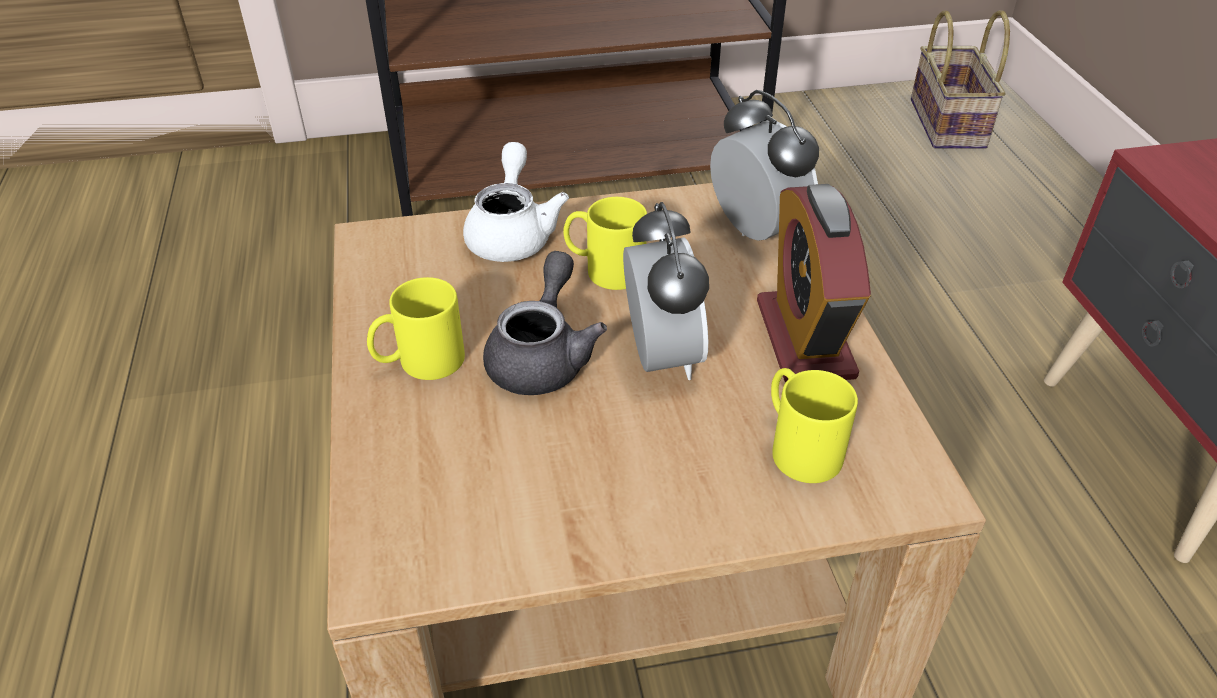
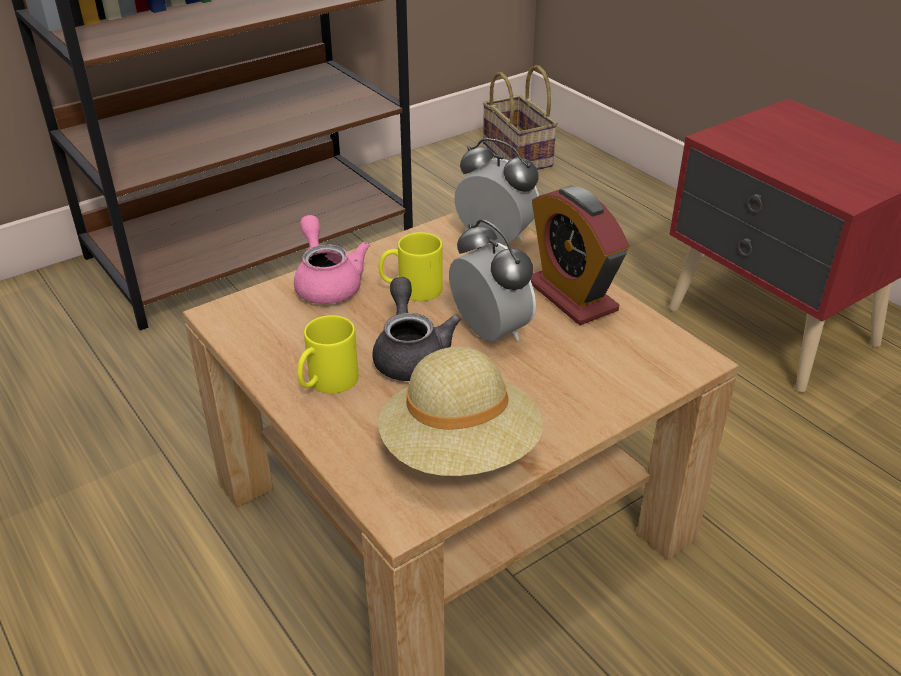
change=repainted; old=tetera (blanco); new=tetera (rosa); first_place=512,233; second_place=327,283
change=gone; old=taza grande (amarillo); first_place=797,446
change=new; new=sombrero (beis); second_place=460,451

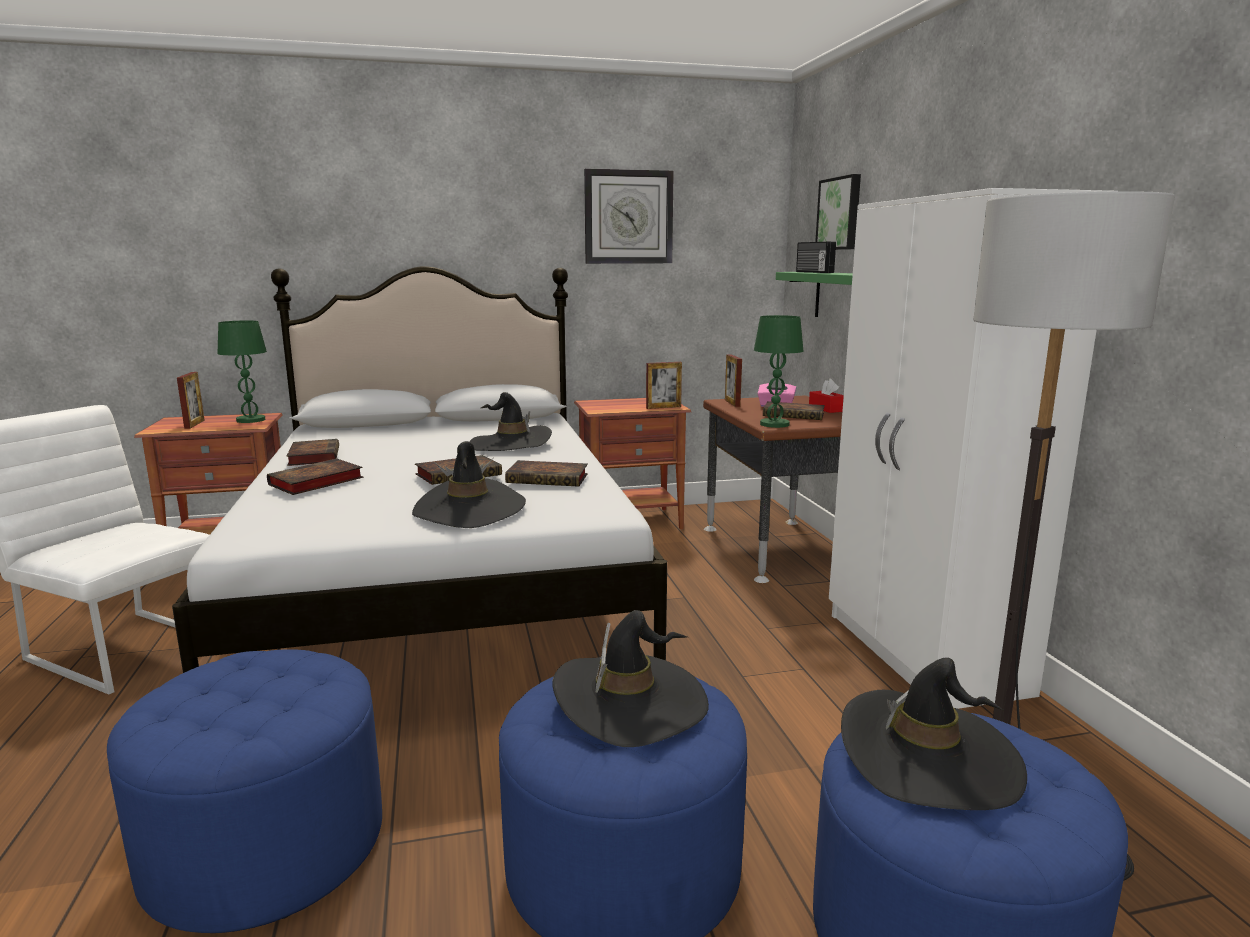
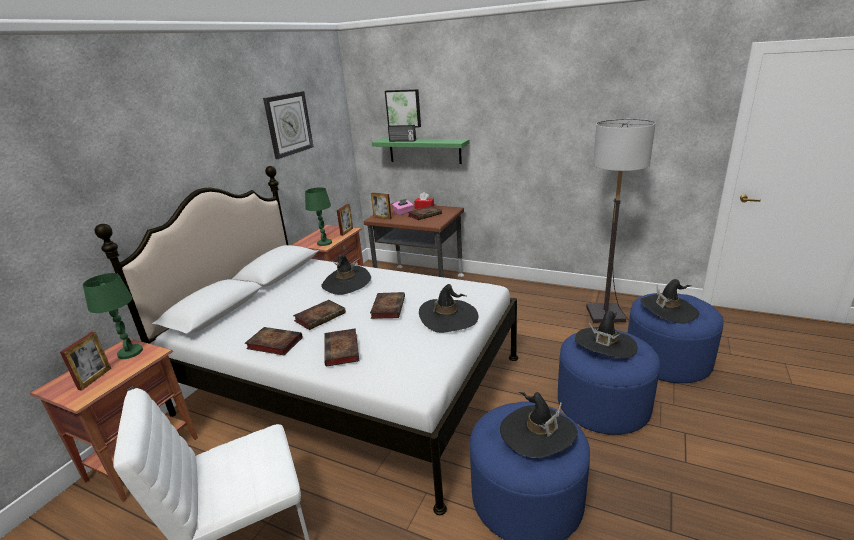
change=rotated; old=portarretratos; first_place=194,424; second_place=95,378; degrees=75
change=shifted; old=libro; first_place=549,479; second_place=321,316
change=shifted; old=lámpara de mesa (verde); first_place=774,424; second_place=324,243
change=gone; old=armario ropero (blanco); first_place=922,654
change=new; new=sombrero (negro); second_place=537,433

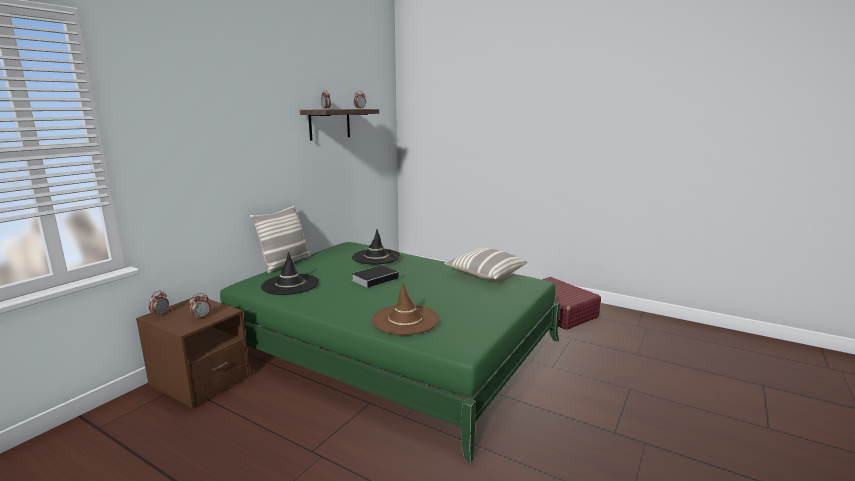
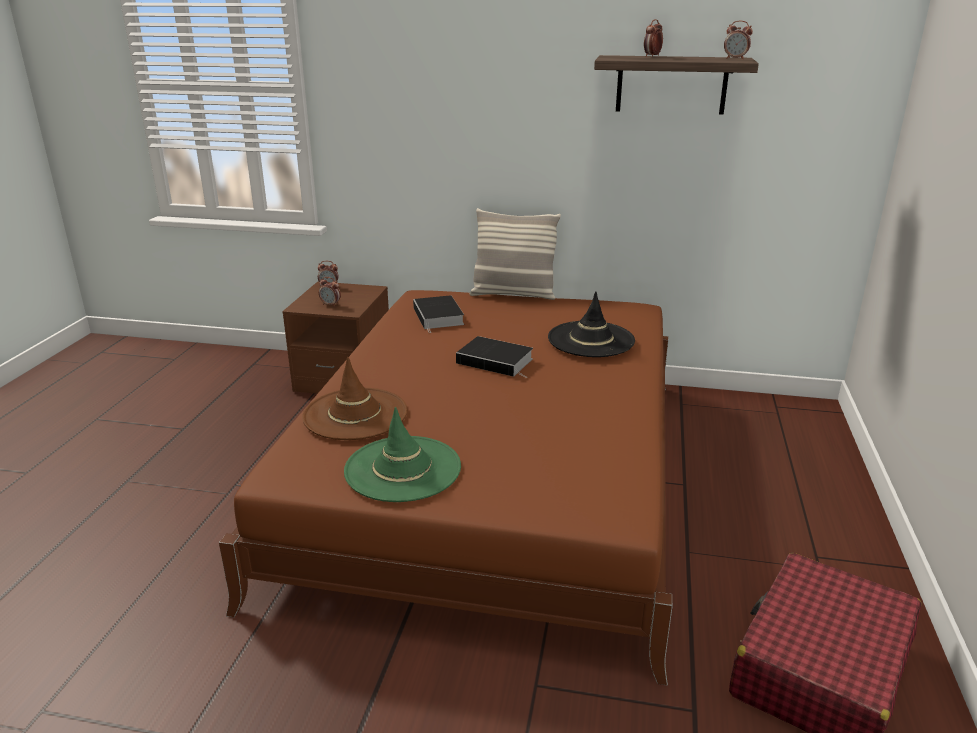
change=repainted; old=cama (verde); new=cama (marrón); first_place=391,347; second_place=494,477
change=swapped; old=sombrero (negro); new=libro; first_place=290,285; second_place=439,317
change=gone; old=cojín; first_place=485,274
change=new; new=sombrero (verde); second_place=403,469

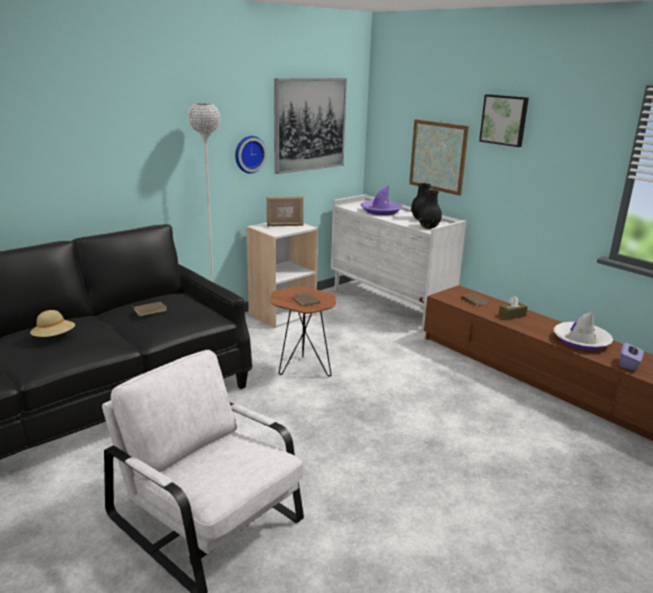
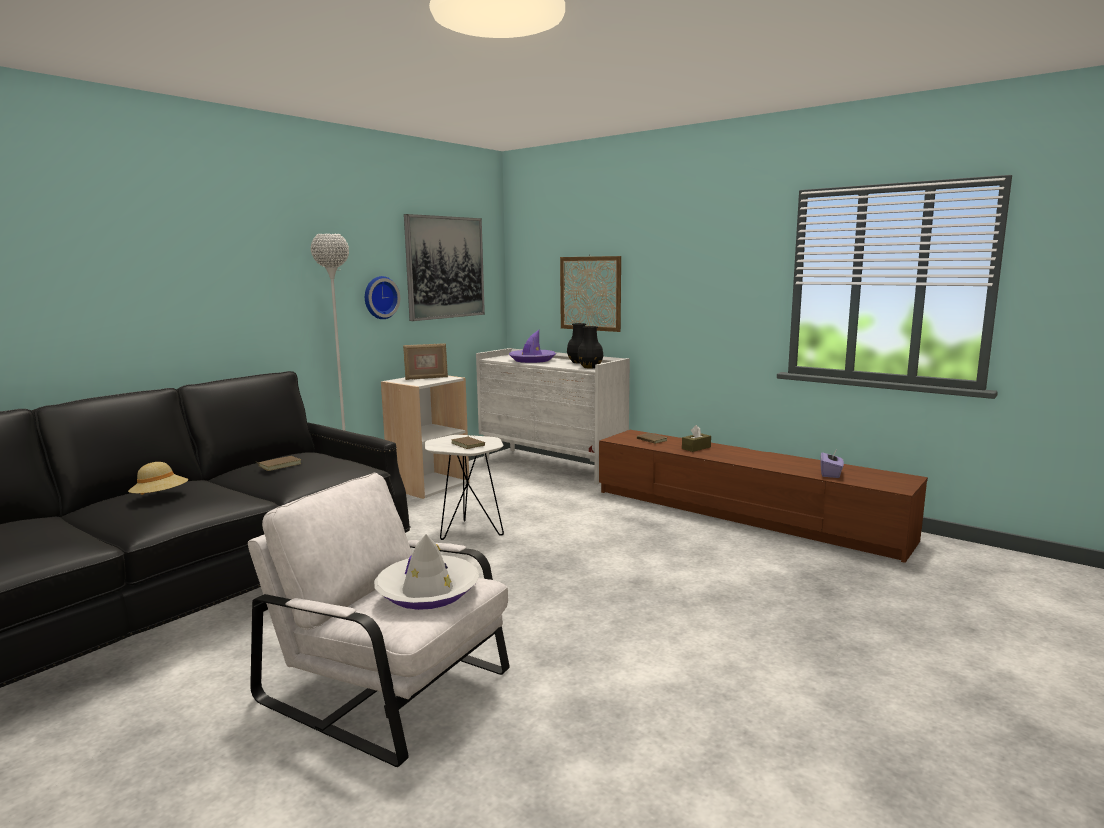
change=repainted; old=mesa auxiliar (marrón); new=mesa auxiliar (blanco); first_place=302,368; second_place=467,531
change=gone; old=cuadro; first_place=504,120
change=shifted; old=sombrero (blanco); first_place=581,341; second_place=427,591

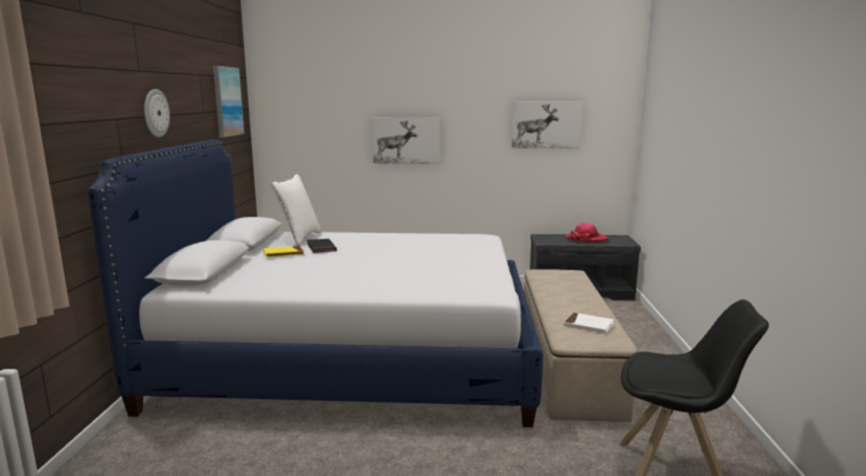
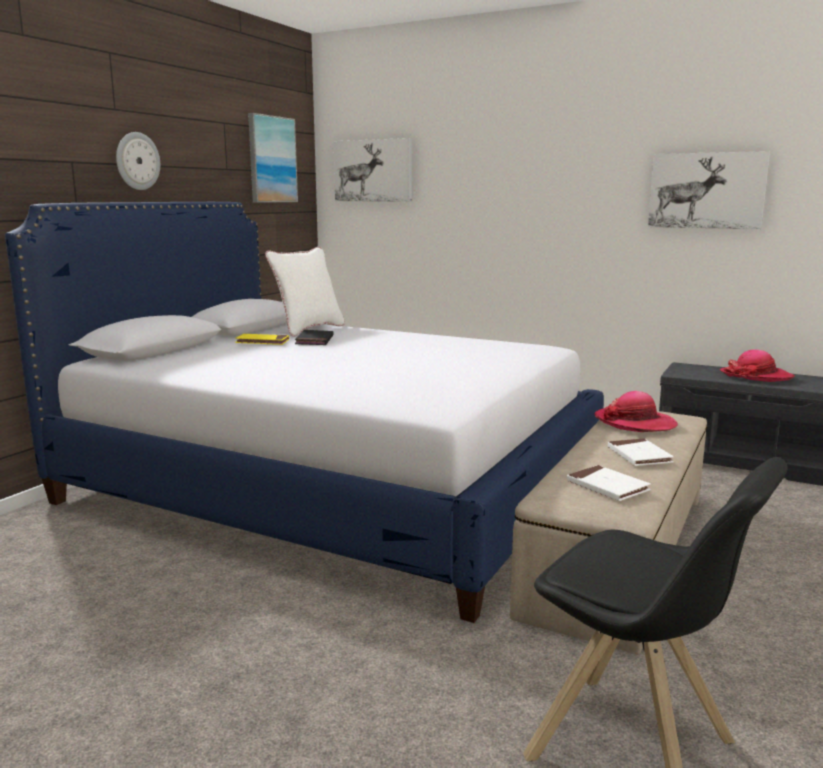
change=shifted; old=cuadro; first_place=406,140; second_place=373,171
change=new; new=sombrero; second_place=635,423
change=new; new=libro (blanco); second_place=639,456

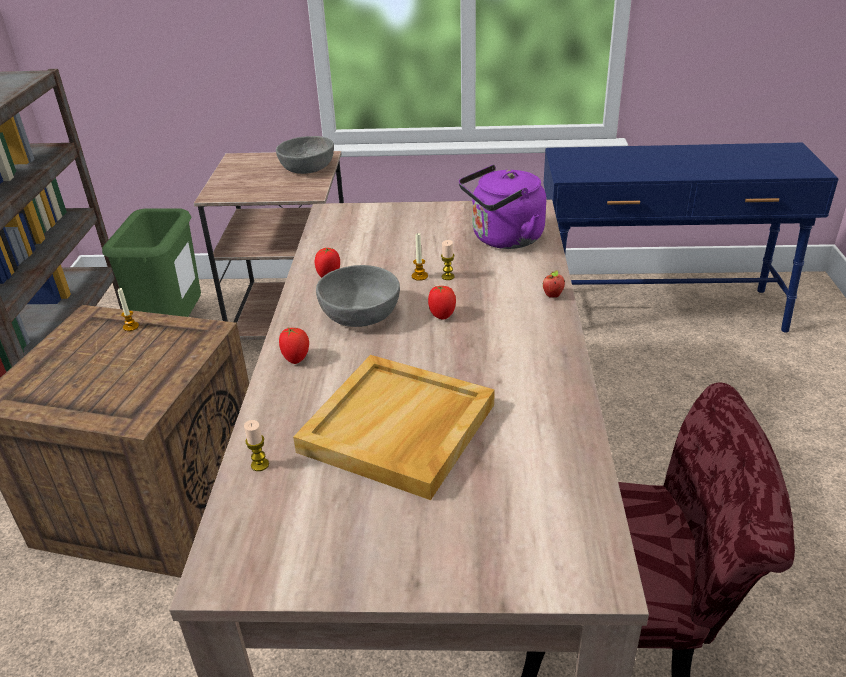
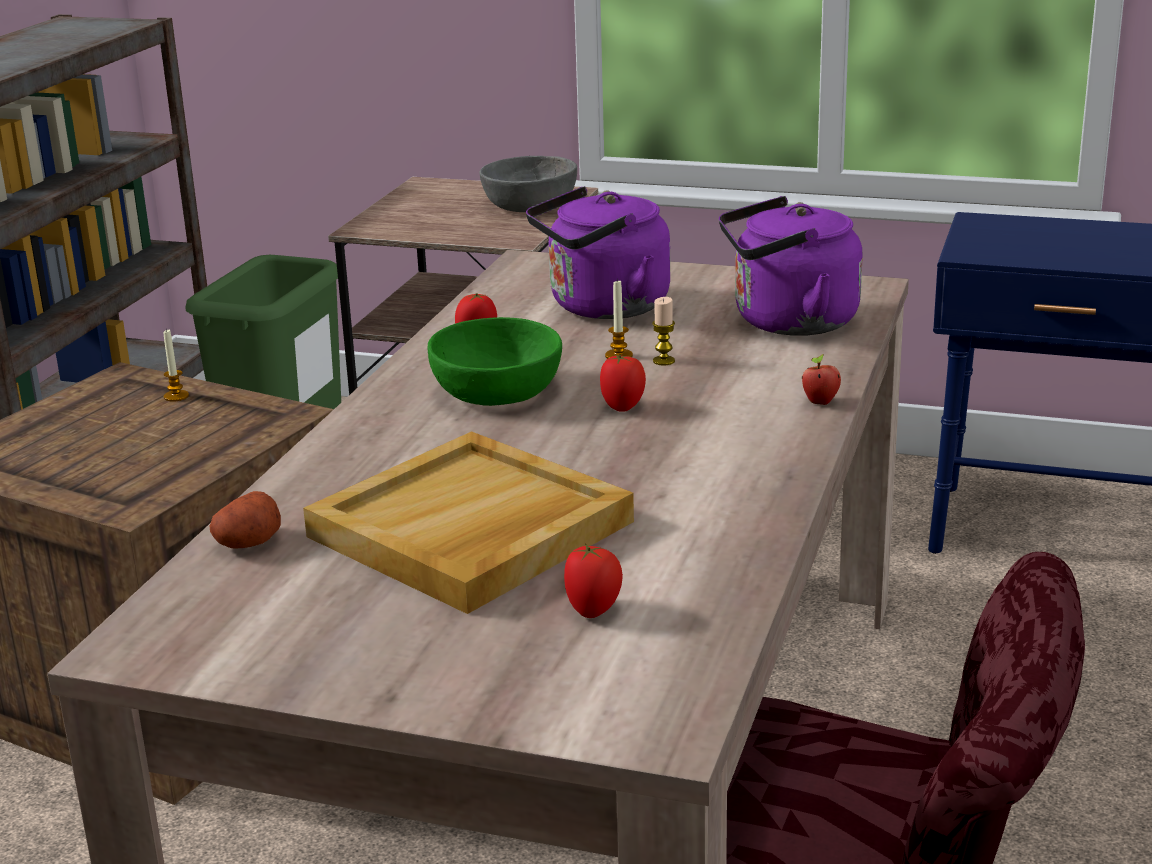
change=swapped; old=vela; new=patata; first_place=260,465; second_place=248,543
change=shifted; old=tomate; first_place=296,359; second_place=594,610
change=repainted; old=cuenco (gris); new=cuenco (verde); first_place=360,314; second_place=497,391
change=new; new=hervidor (morado); second_place=603,308

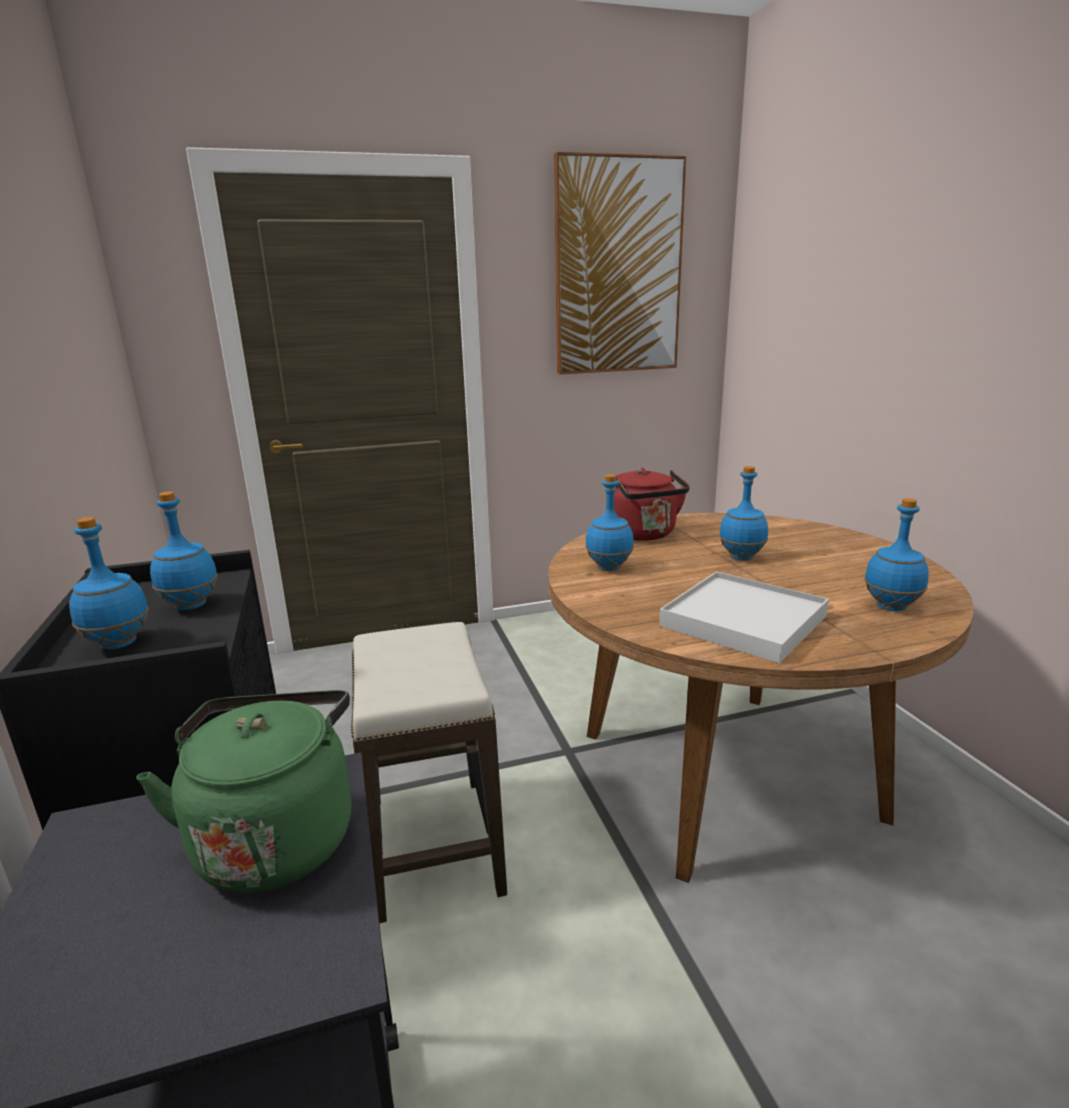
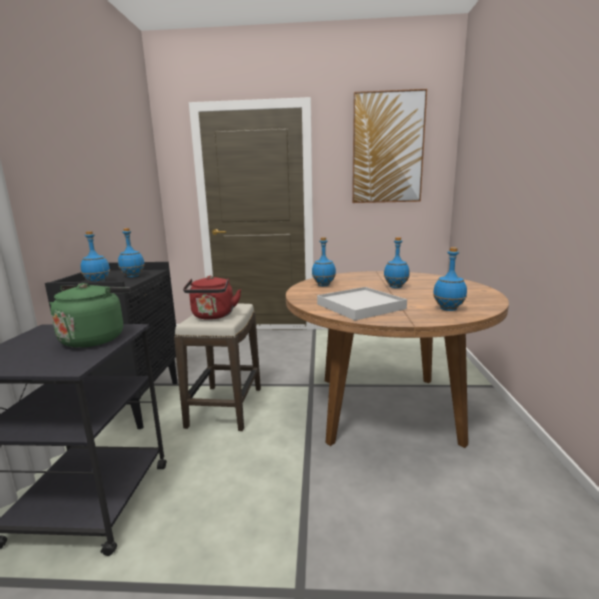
change=shifted; old=hervidor (rojo); first_place=644,535; second_place=213,316

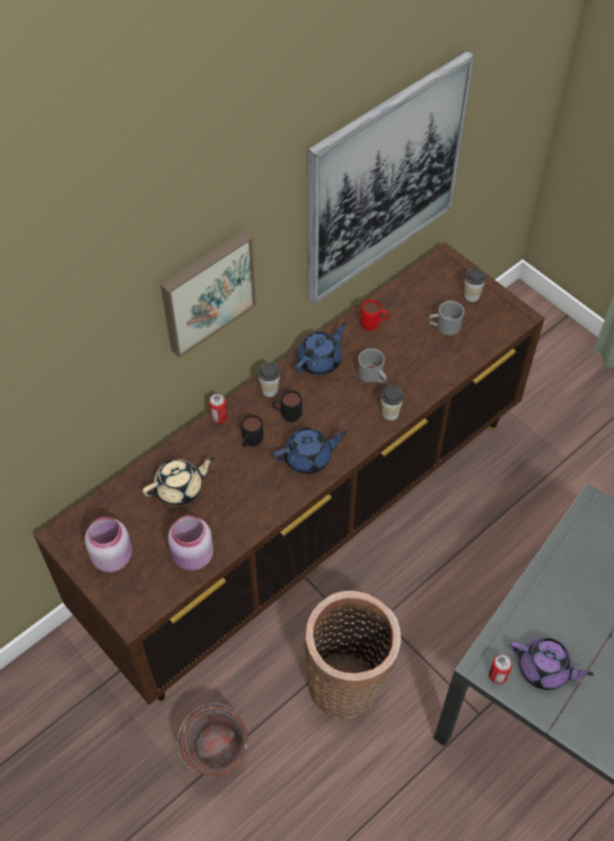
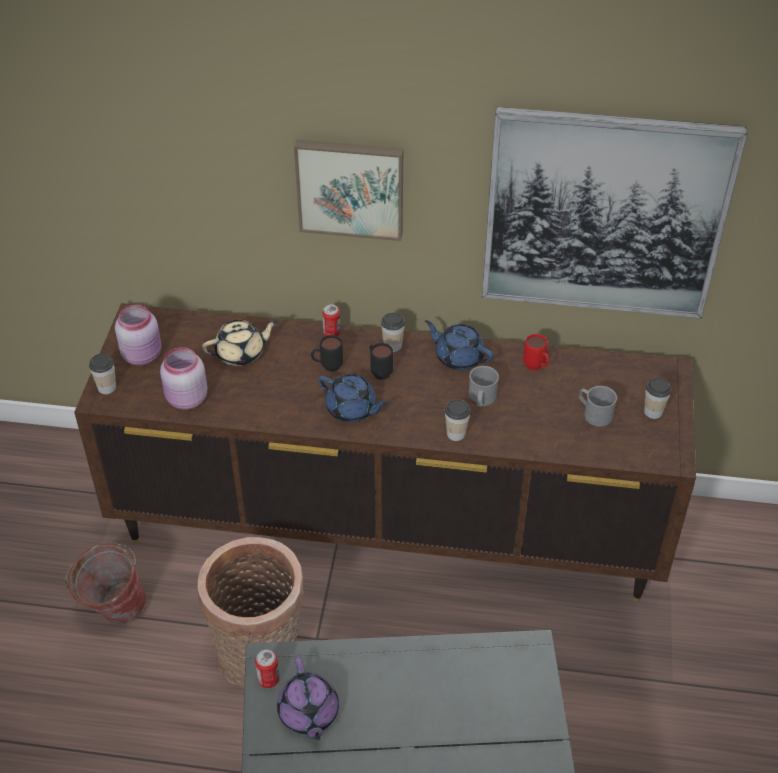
change=rotated; old=tetera (beis); first_place=180,488; second_place=241,353; degrees=-45
change=rotated; old=tetera (azul); first_place=320,360; second_place=458,357; degrees=-150
change=new; new=taza; second_place=107,387

